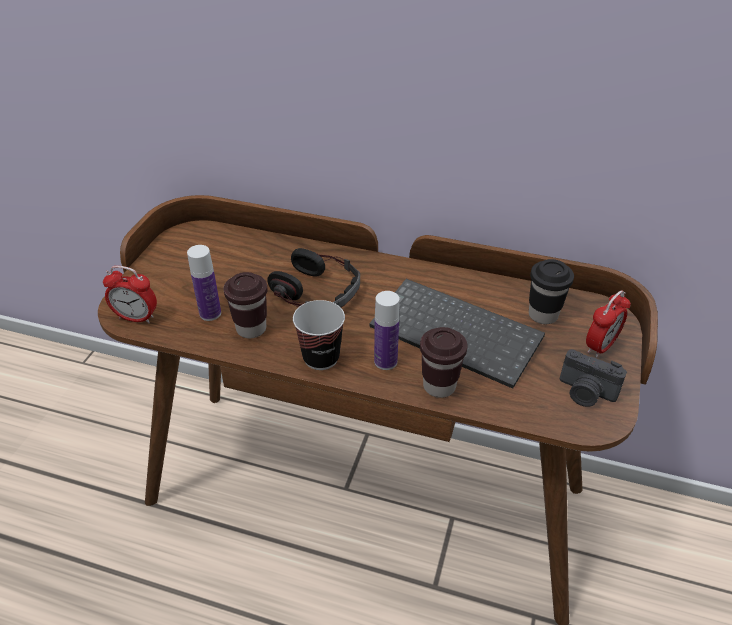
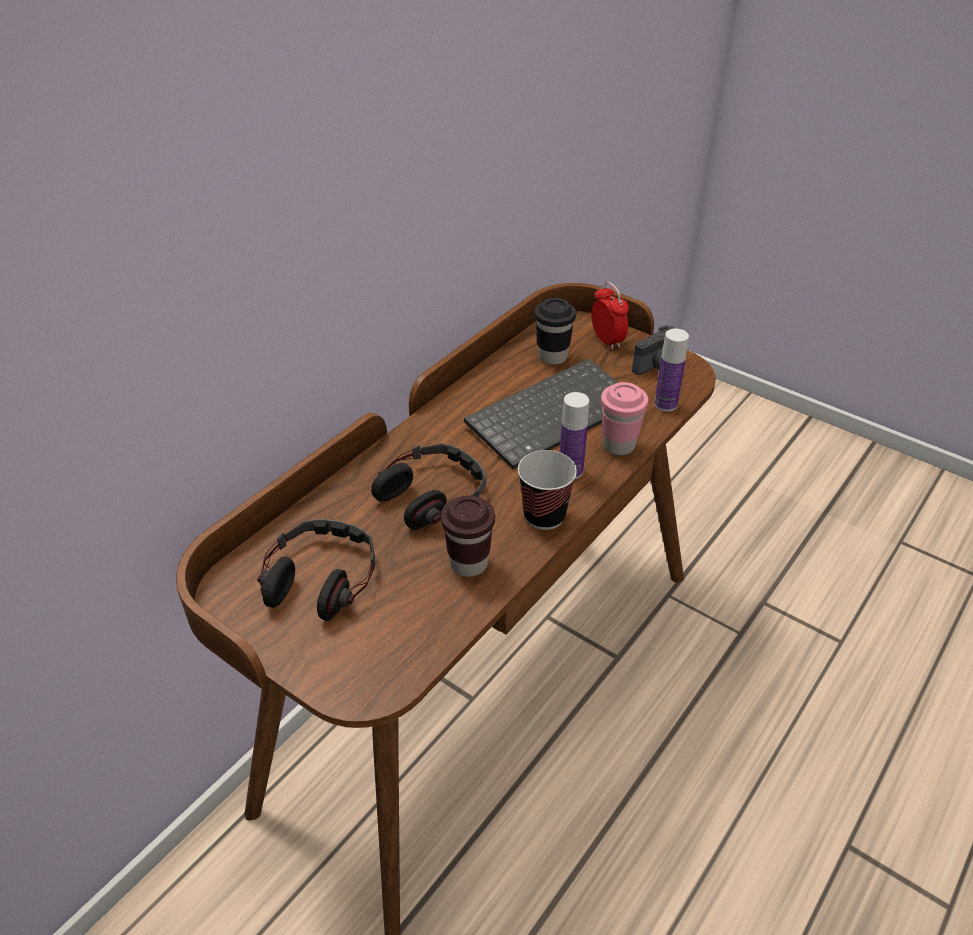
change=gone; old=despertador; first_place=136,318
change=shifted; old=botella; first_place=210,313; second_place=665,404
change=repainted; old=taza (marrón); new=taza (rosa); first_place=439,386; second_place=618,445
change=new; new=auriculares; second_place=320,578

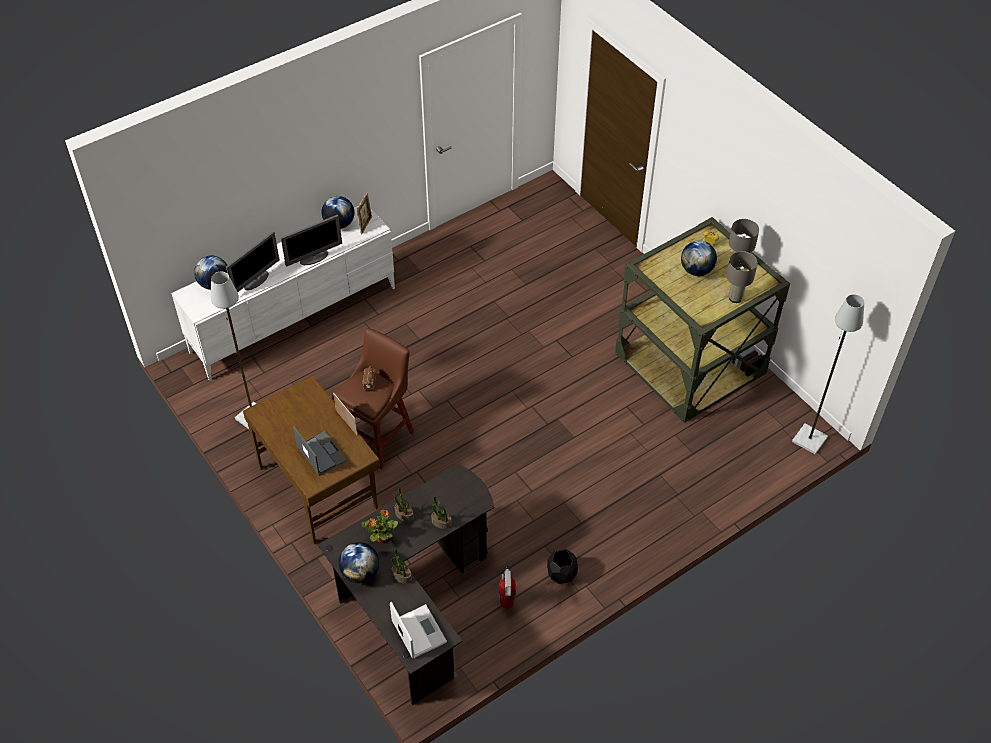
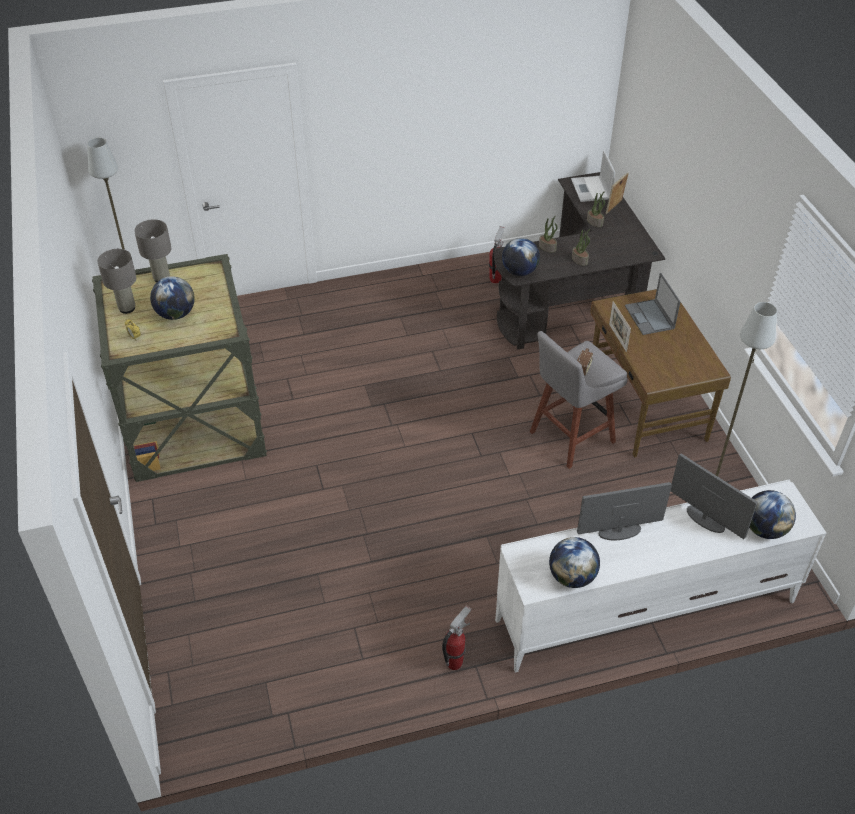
change=rotated; old=monitor; first_place=256,280; second_place=705,519; degrees=75
change=repainted; old=taburete (marrón); new=taburete (gris); first_place=378,437; second_place=570,437
change=shifted; old=globo terráqueo; first_place=360,572; second_place=519,271
change=shifted; old=portarretratos; first_place=365,225; second_place=614,207
change=gone; old=planta en maceta; first_place=381,538
change=gone; old=maceta (negro); first_place=561,574
change=new; new=extintor; second_place=454,663

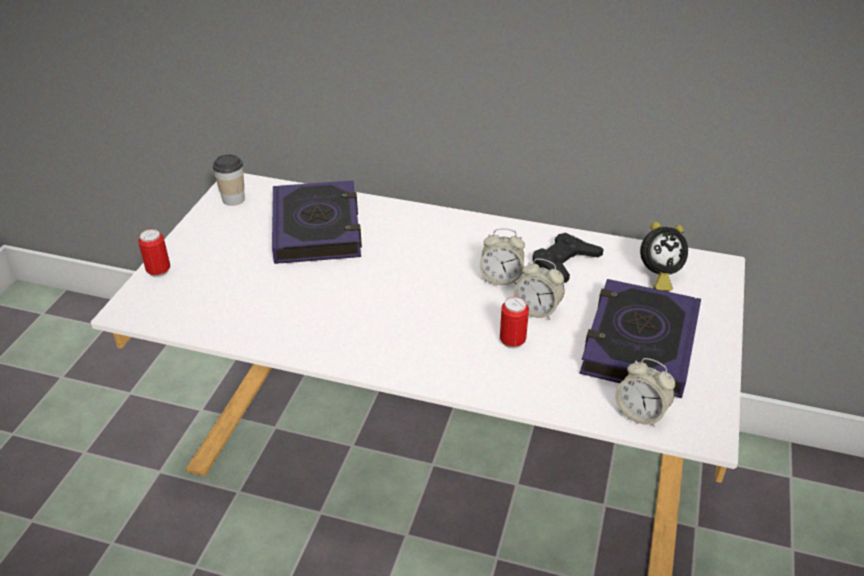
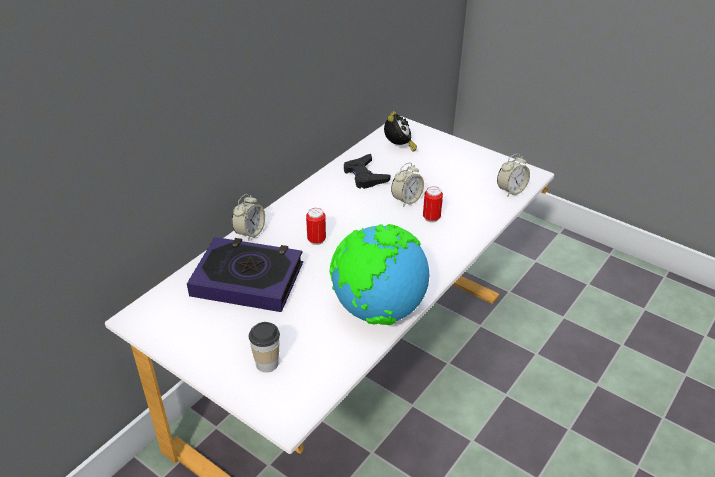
change=shifted; old=lata; first_place=159,271; second_place=316,240
change=shifted; old=taza; first_place=233,199; second_place=267,363
change=shifted; old=despertador; first_place=501,278; second_place=250,233
change=gone; old=libro; first_place=639,344
change=new; new=globo terráqueo; second_place=377,311

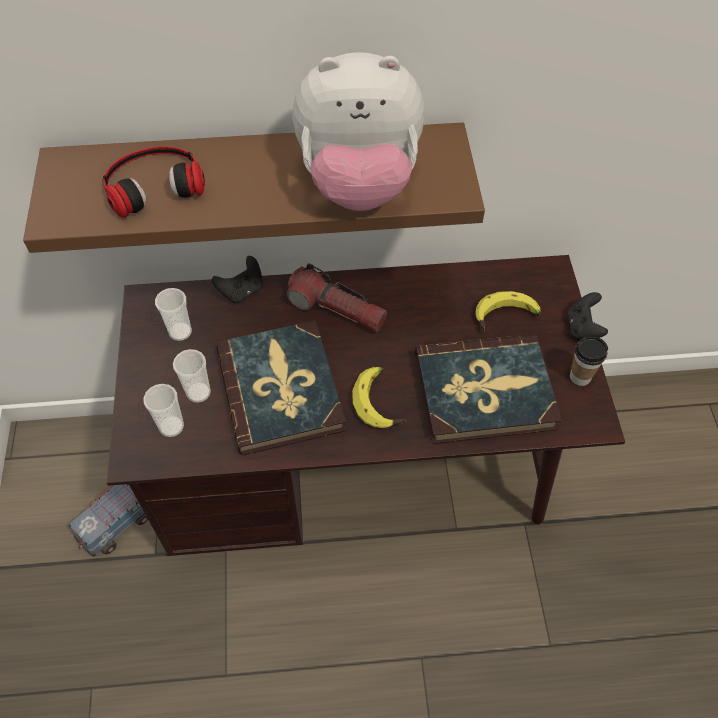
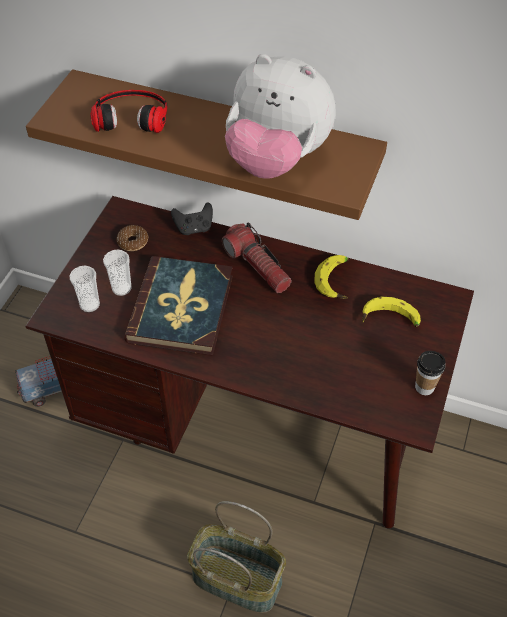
change=swapped; old=taza; new=rosquilla; first_place=180,332; second_place=133,242
change=shifted; old=plátano; first_place=380,401; second_place=337,281
change=gone; old=libro; first_place=484,392
change=gone; old=mando de consola (negro); first_place=582,328
change=new; new=cesta; second_place=238,578

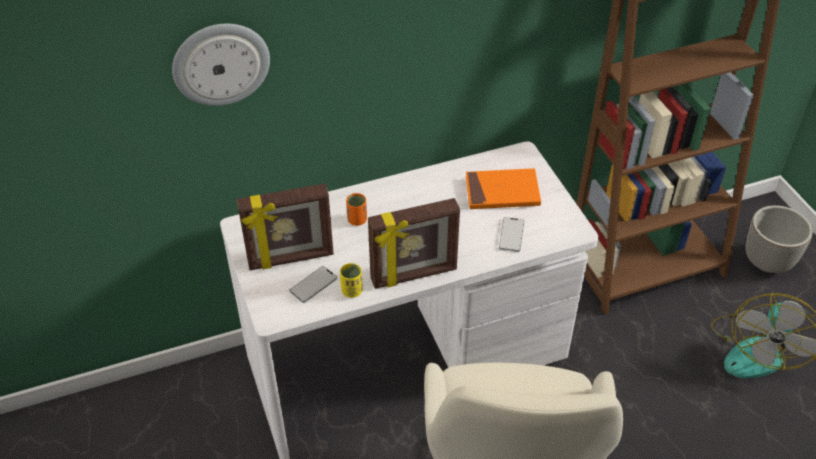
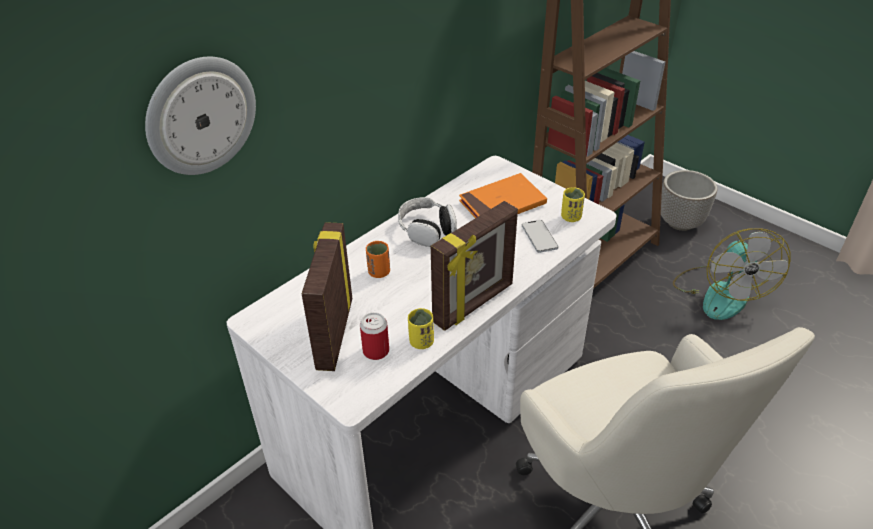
change=rotated; old=portarretratos; first_place=291,259; second_place=333,333; degrees=135
change=swapped; old=móvil; new=lata; first_place=313,285; second_place=376,351
change=new; new=auriculares; second_place=427,230
change=new; new=taza (amarillo); second_place=571,217

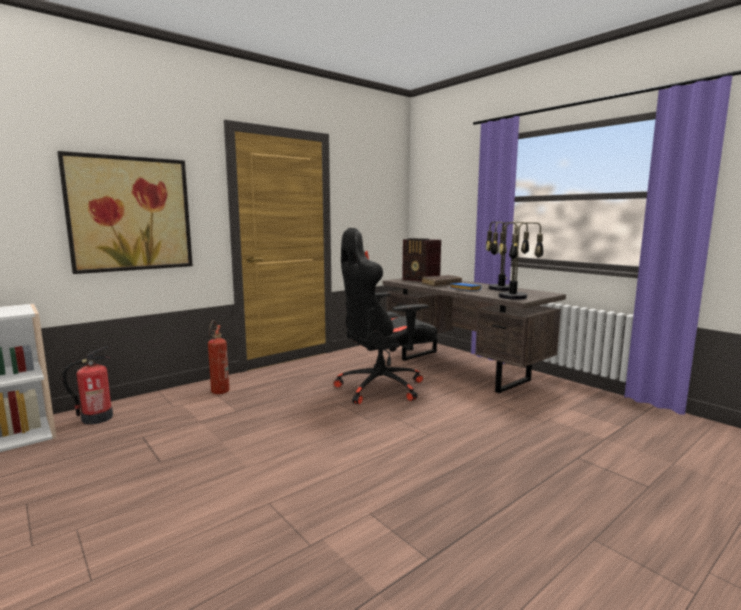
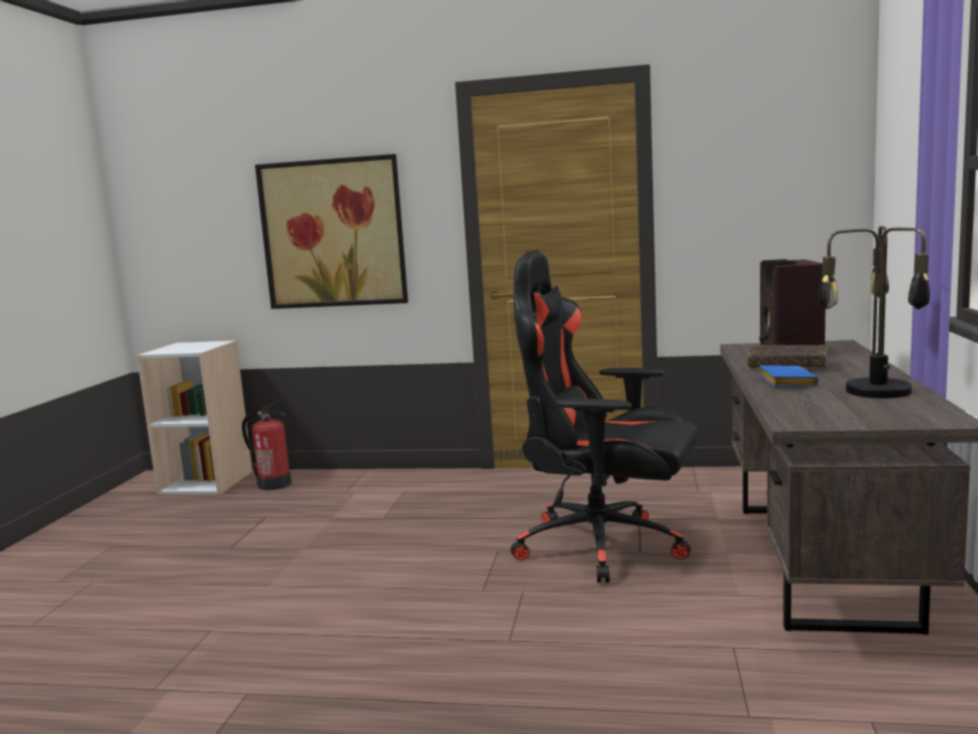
change=gone; old=extintor; first_place=219,393
change=gone; old=lámpara de mesa; first_place=513,297

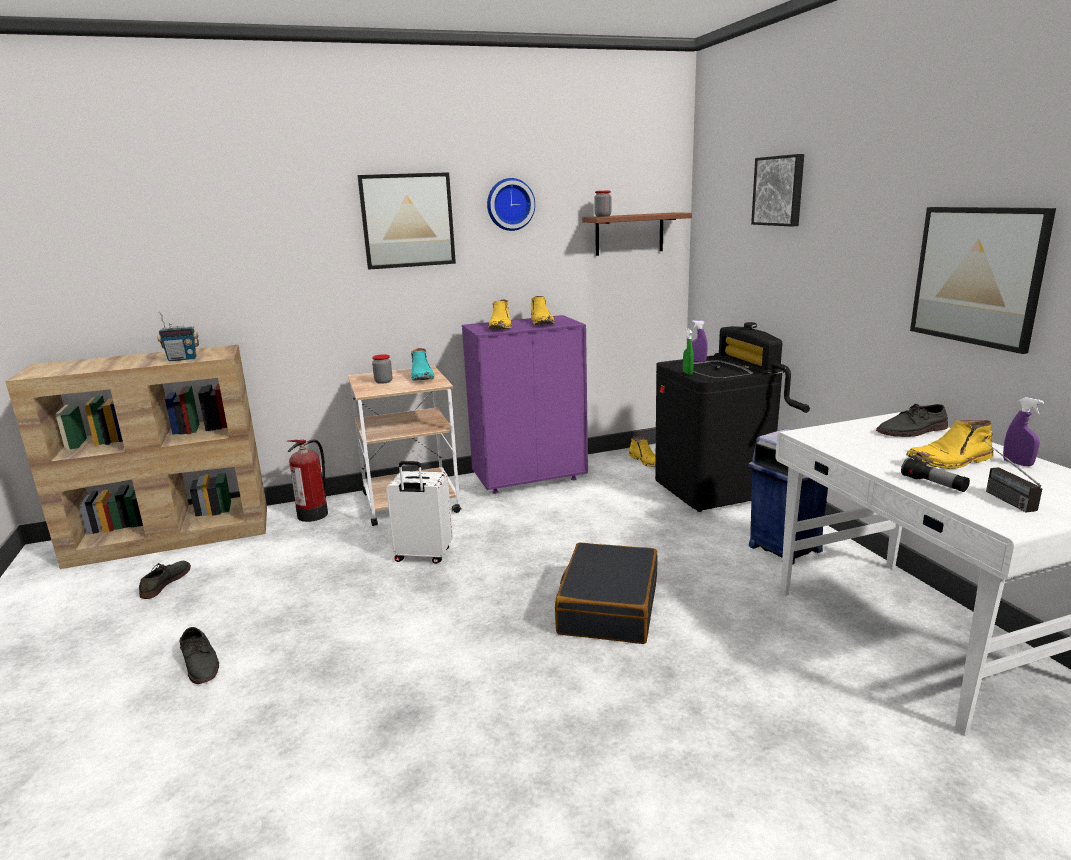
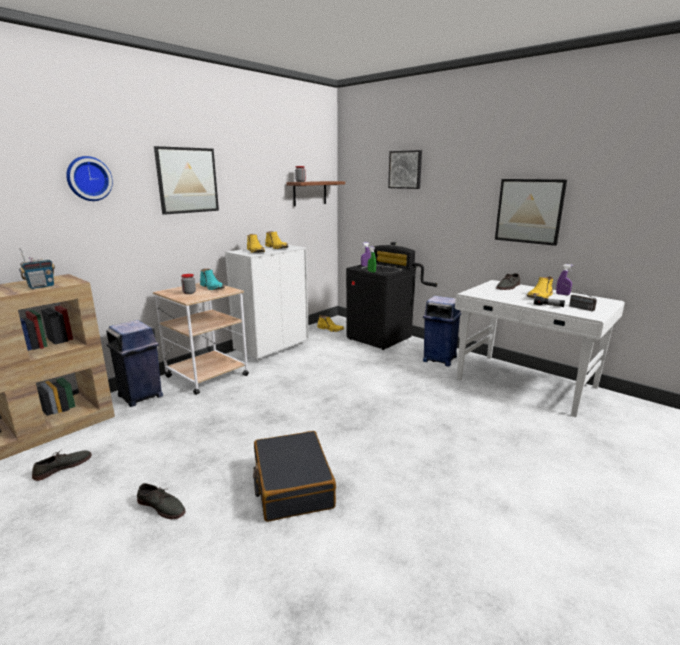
change=rotated; old=zapato (gris); first_place=165,582; second_place=63,467; degrees=60
change=swapped; old=extintor; new=papelera (azul); first_place=314,514; second_place=141,396
change=gone; old=maleta (blanco); first_place=423,556
change=repainted; old=armario (morado); new=armario (blanco); first_place=530,478; second_place=272,348
change=shifted; old=reloj de pared; first_place=510,204; second_place=88,178
change=shifted; old=maleta (negro); first_place=608,607; second_place=292,485

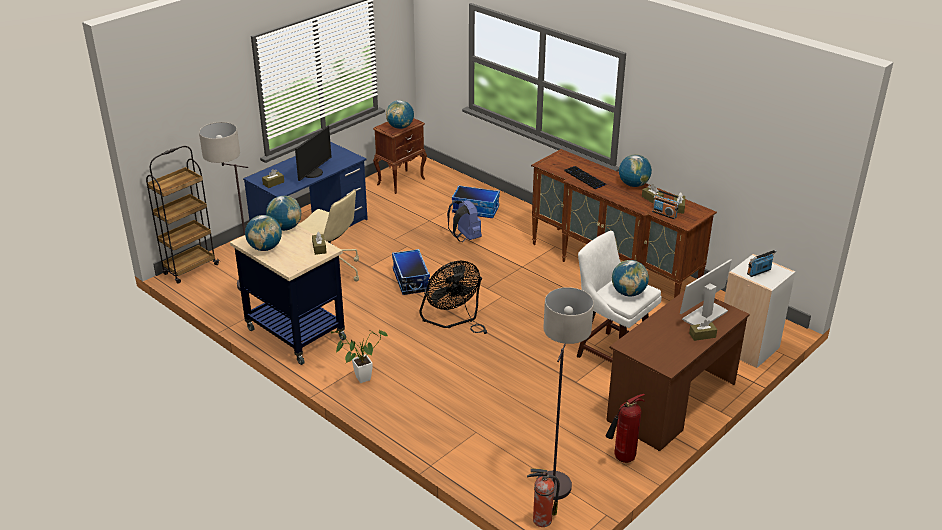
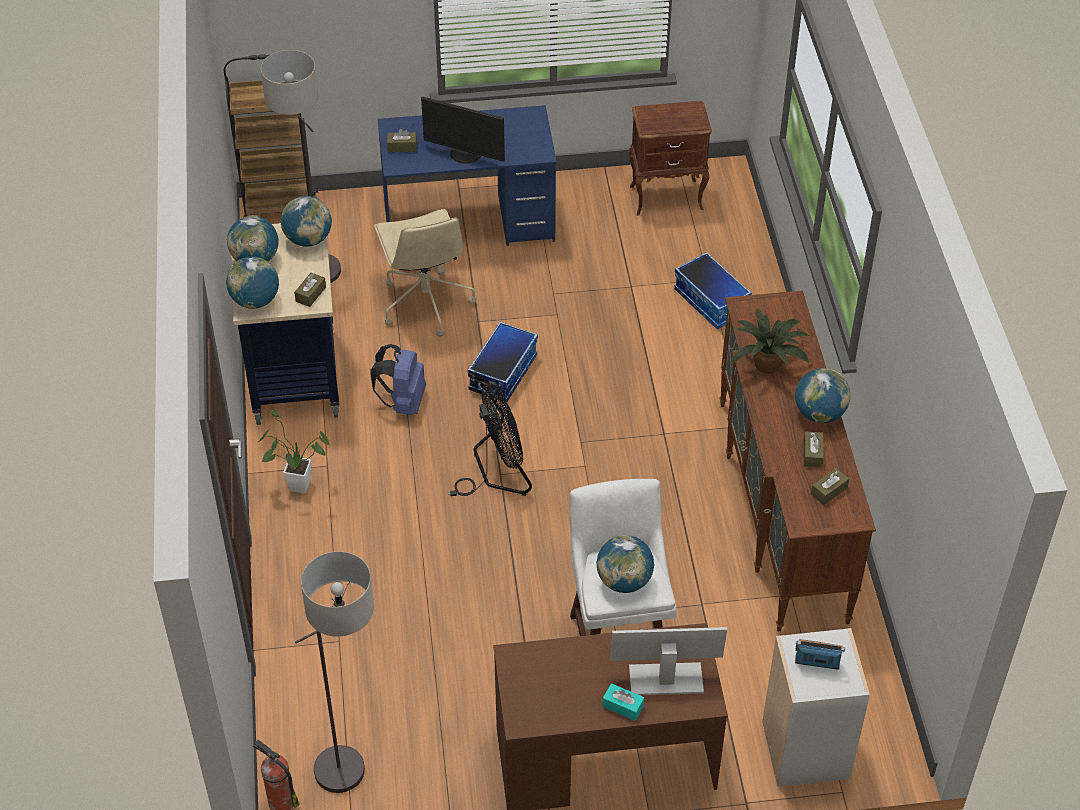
change=rotated; old=monitor; first_place=313,173; second_place=465,154; degrees=45
change=shifted; old=globo terráqueo; first_place=400,127; second_place=255,301
change=rotated; old=ventilador (negro); first_place=458,319; second_place=494,467; degrees=60
change=shifted; old=mochila (azul); first_place=465,238; second_place=403,402
change=swapped; old=teclado; new=planta en maceta; first_place=585,178; second_place=767,363
change=gone; old=extintor; first_place=622,459
change=gone; old=radio; first_place=664,214
change=repainted; old=caja de pañuelos (marrón); new=caja de pañuelos (turquesa); first_place=702,335; second_place=623,706

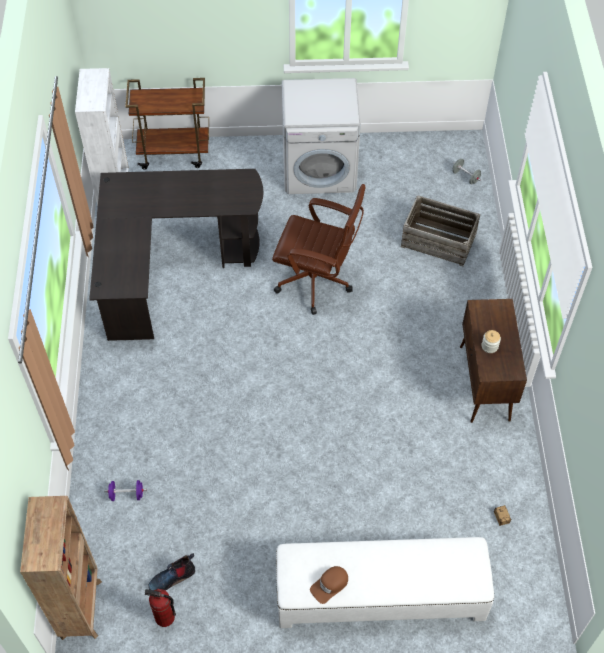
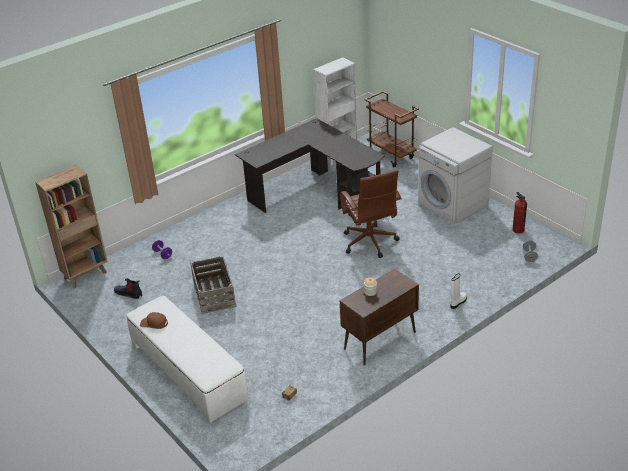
change=shifted; old=extintor; first_place=164,618; second_place=518,230
change=shifted; old=caja de embalaje; first_place=438,241; second_place=214,294
change=new; new=bota (blanco); second_place=458,302

